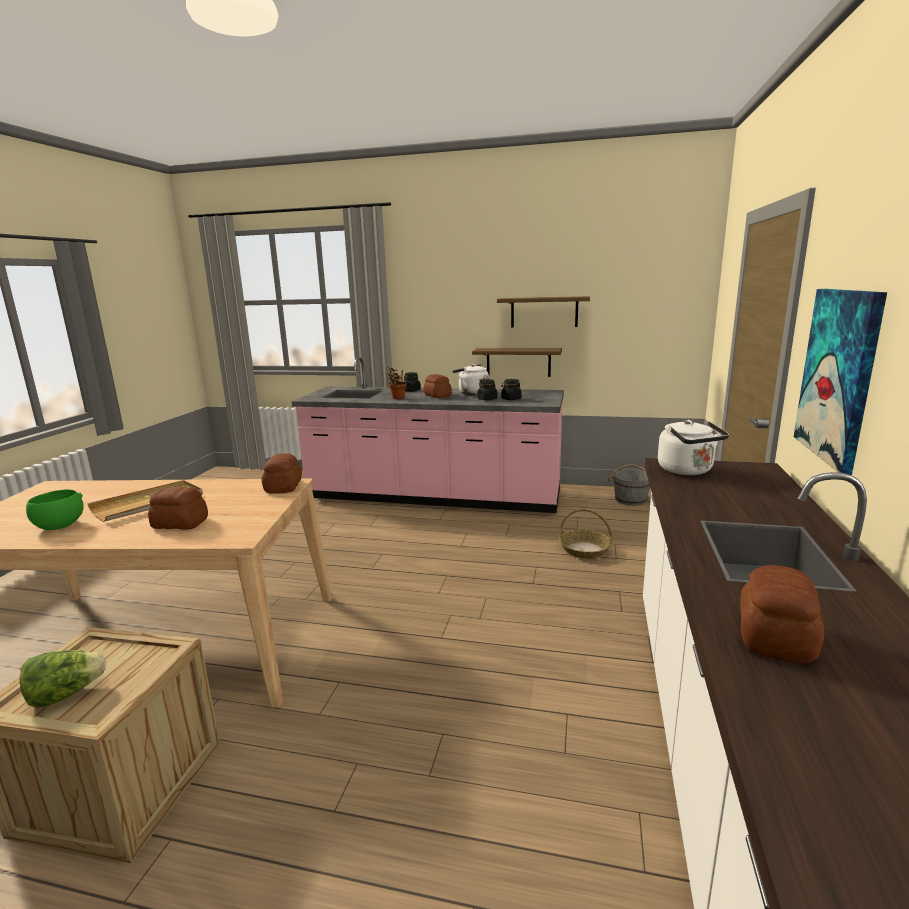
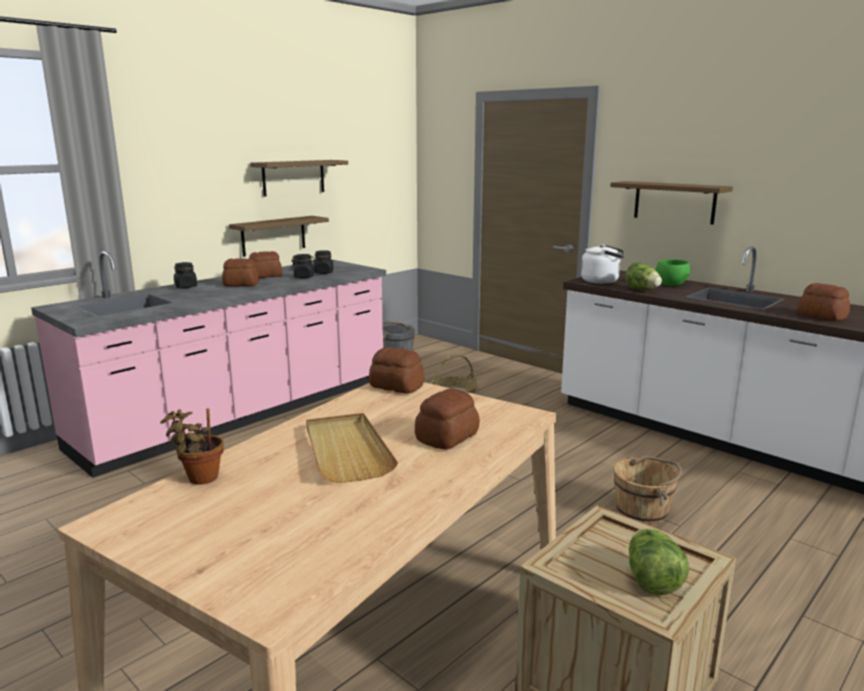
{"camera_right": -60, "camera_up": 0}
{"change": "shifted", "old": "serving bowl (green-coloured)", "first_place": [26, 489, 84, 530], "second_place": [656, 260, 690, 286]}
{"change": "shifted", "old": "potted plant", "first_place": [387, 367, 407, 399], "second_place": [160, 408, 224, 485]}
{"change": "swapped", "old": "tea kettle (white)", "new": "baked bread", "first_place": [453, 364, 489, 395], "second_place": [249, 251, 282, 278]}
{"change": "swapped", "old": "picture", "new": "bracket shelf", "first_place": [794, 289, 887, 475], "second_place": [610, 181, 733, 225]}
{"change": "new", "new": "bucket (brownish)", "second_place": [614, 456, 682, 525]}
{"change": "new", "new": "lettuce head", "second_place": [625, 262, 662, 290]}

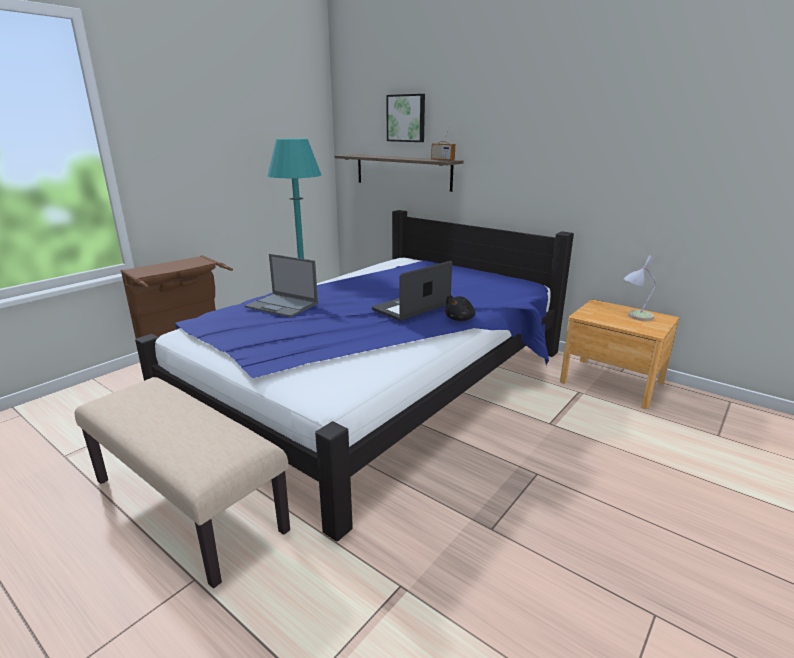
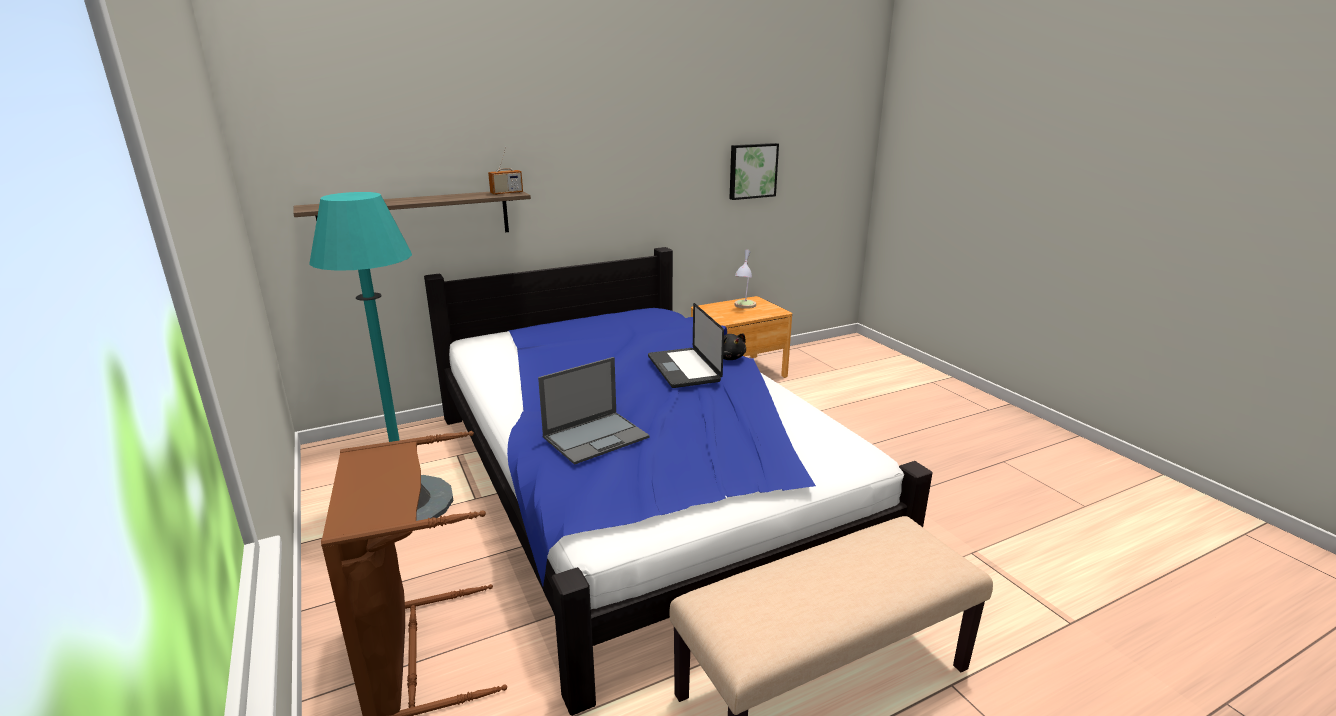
{"camera_right": -65, "camera_up": 0}
{"change": "shifted", "old": "picture", "first_place": [386, 94, 425, 142], "second_place": [729, 143, 779, 200]}

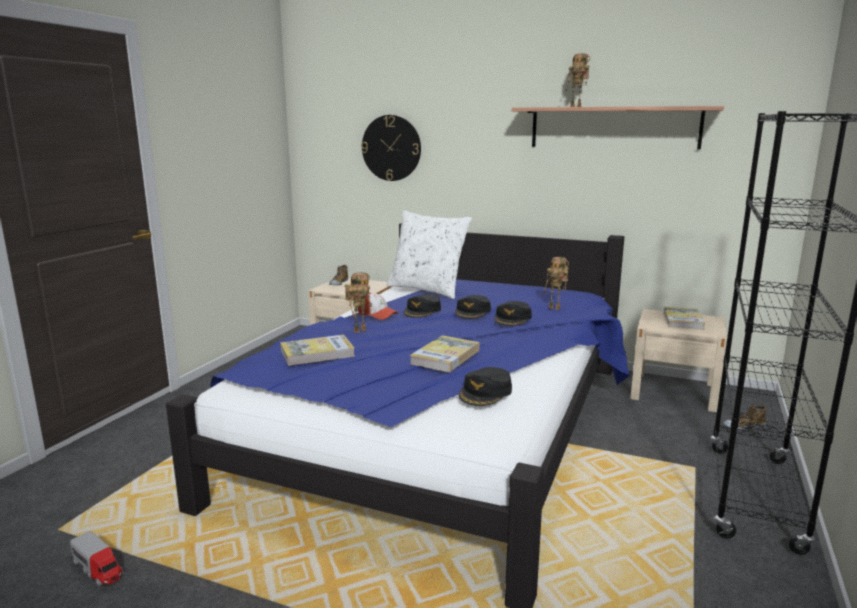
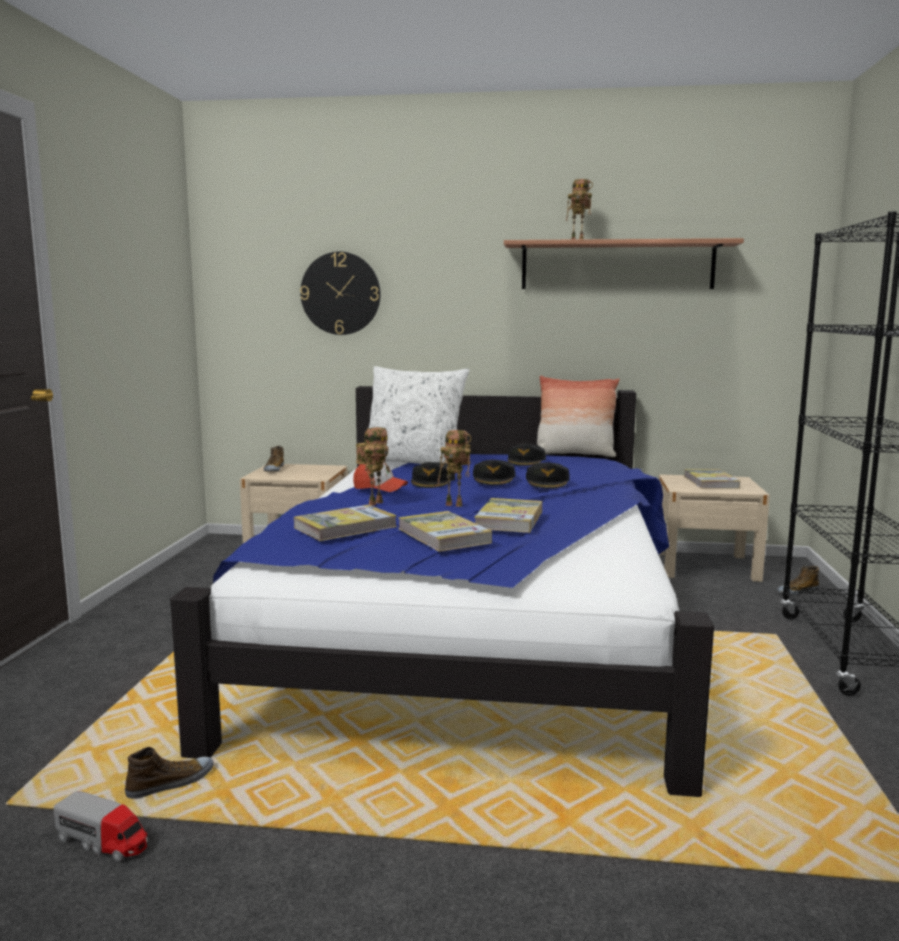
{"camera_right": -15, "camera_up": -5}
{"change": "shifted", "old": "cap (black)", "first_place": [459, 367, 512, 406], "second_place": [507, 444, 546, 466]}
{"change": "shifted", "old": "toy robot", "first_place": [544, 257, 569, 310], "second_place": [438, 430, 471, 507]}
{"change": "new", "new": "shoe", "second_place": [125, 747, 214, 799]}
{"change": "new", "new": "volume", "second_place": [398, 511, 492, 552]}
{"change": "new", "new": "throw pillow", "second_place": [537, 376, 620, 457]}

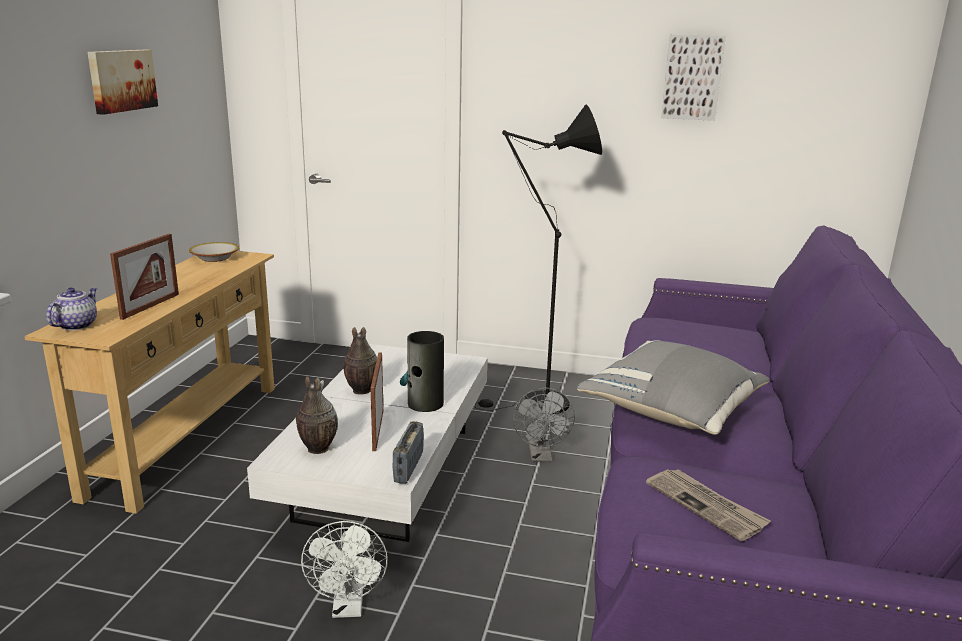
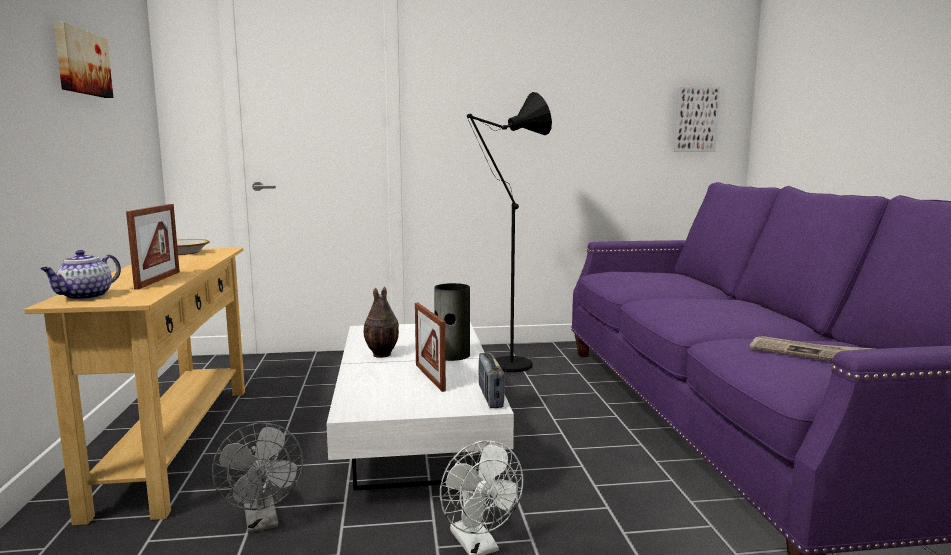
{"camera_right": -20, "camera_up": -10}
{"change": "rotated", "old": "teapot", "first_place": [46, 288, 97, 331], "second_place": [41, 250, 121, 300], "degrees": -150}
{"change": "gone", "old": "decorative vase", "first_place": [296, 376, 338, 454]}
{"change": "shifted", "old": "fan (greyish)", "first_place": [513, 387, 575, 461], "second_place": [212, 423, 303, 533]}
{"change": "gone", "old": "throw pillow (greyish)", "first_place": [577, 340, 770, 435]}
{"change": "shifted", "old": "picture", "first_place": [661, 34, 726, 121], "second_place": [674, 87, 720, 151]}

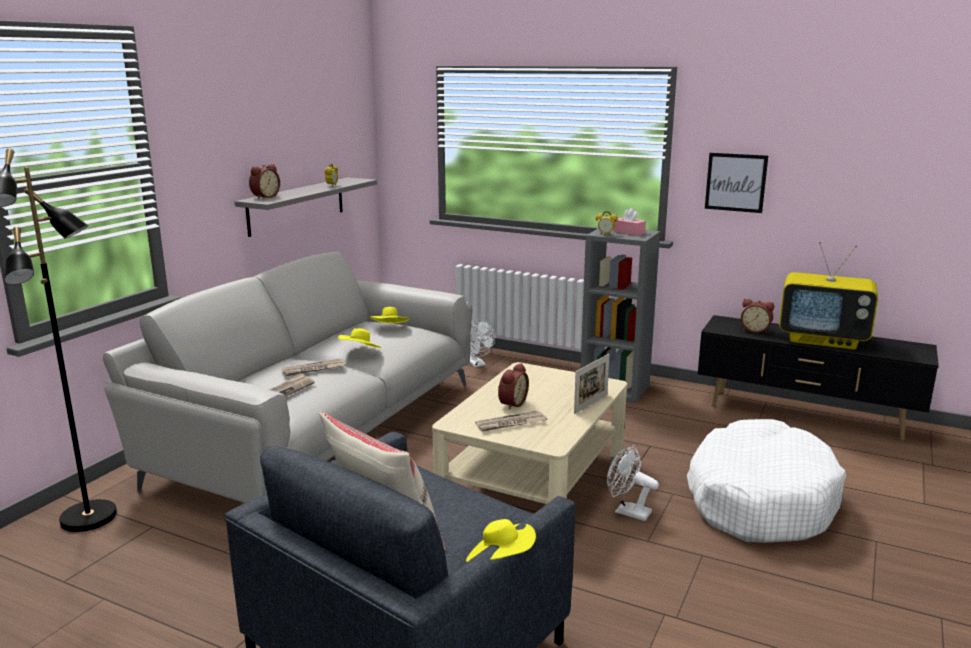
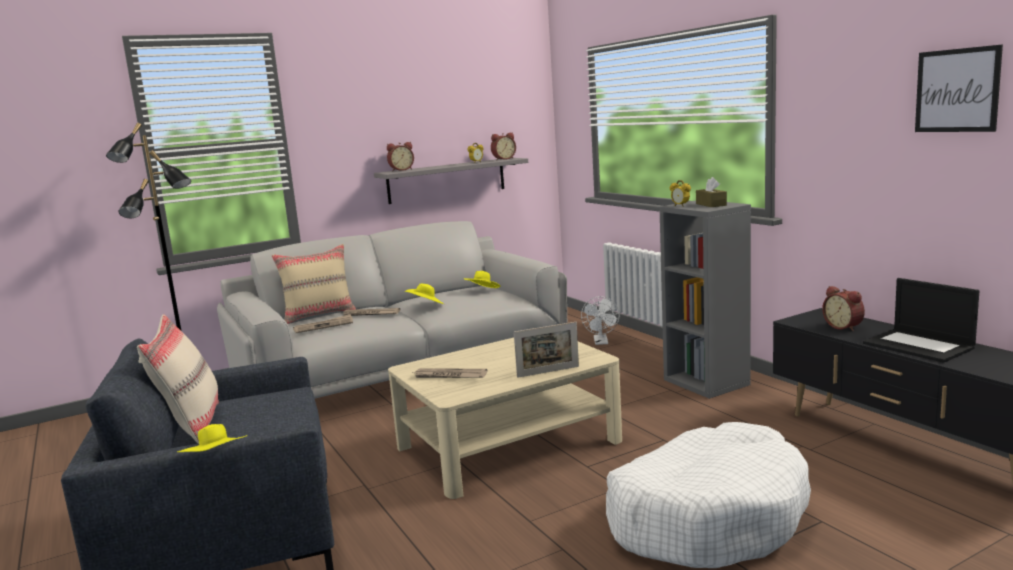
{"camera_right": 35, "camera_up": -5}
{"change": "shifted", "old": "table clock", "first_place": [498, 363, 529, 410], "second_place": [491, 133, 516, 160]}
{"change": "gone", "old": "fan (white)", "first_place": [607, 446, 659, 521]}
{"change": "repainted", "old": "tissue holder (pink-coloured)", "new": "tissue holder (brownish)", "first_place": [613, 208, 646, 236], "second_place": [696, 177, 727, 207]}
{"change": "shifted", "old": "picture", "first_place": [705, 153, 768, 213], "second_place": [915, 45, 1003, 132]}
{"change": "swapped", "old": "television", "new": "laptop", "first_place": [779, 242, 878, 350], "second_place": [863, 278, 980, 363]}
{"change": "new", "new": "throw pillow (beige-coloured)", "second_place": [272, 244, 356, 324]}

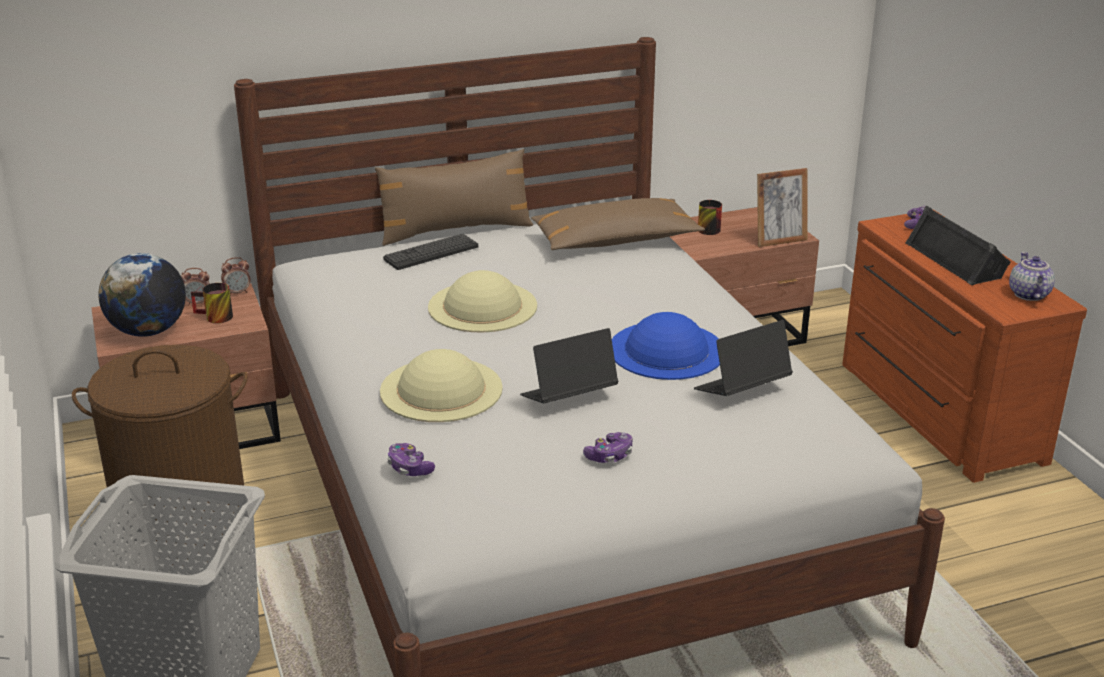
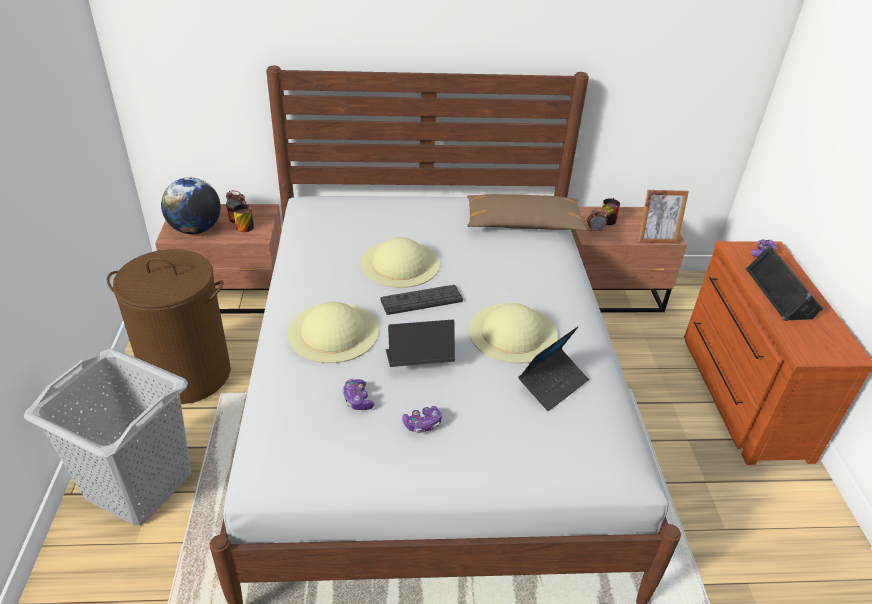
{"camera_right": 15, "camera_up": 10}
{"change": "shifted", "old": "table clock", "first_place": [221, 257, 251, 295], "second_place": [587, 208, 609, 232]}
{"change": "gone", "old": "throw pillow (brownish)", "first_place": [375, 149, 533, 246]}
{"change": "shifted", "old": "computer keyboard", "first_place": [383, 233, 478, 270], "second_place": [381, 285, 463, 315]}
{"change": "shifted", "old": "gamepad", "first_place": [387, 443, 435, 476], "second_place": [342, 379, 375, 410]}
{"change": "repainted", "old": "clothing hat (blue-coloured)", "new": "clothing hat (beige-coloured)", "first_place": [612, 312, 720, 380], "second_place": [469, 303, 558, 364]}
{"change": "rotated", "old": "laptop", "first_place": [694, 320, 793, 396], "second_place": [518, 327, 589, 411], "degrees": 150}
{"change": "gone", "old": "teapot", "first_place": [1009, 252, 1055, 301]}

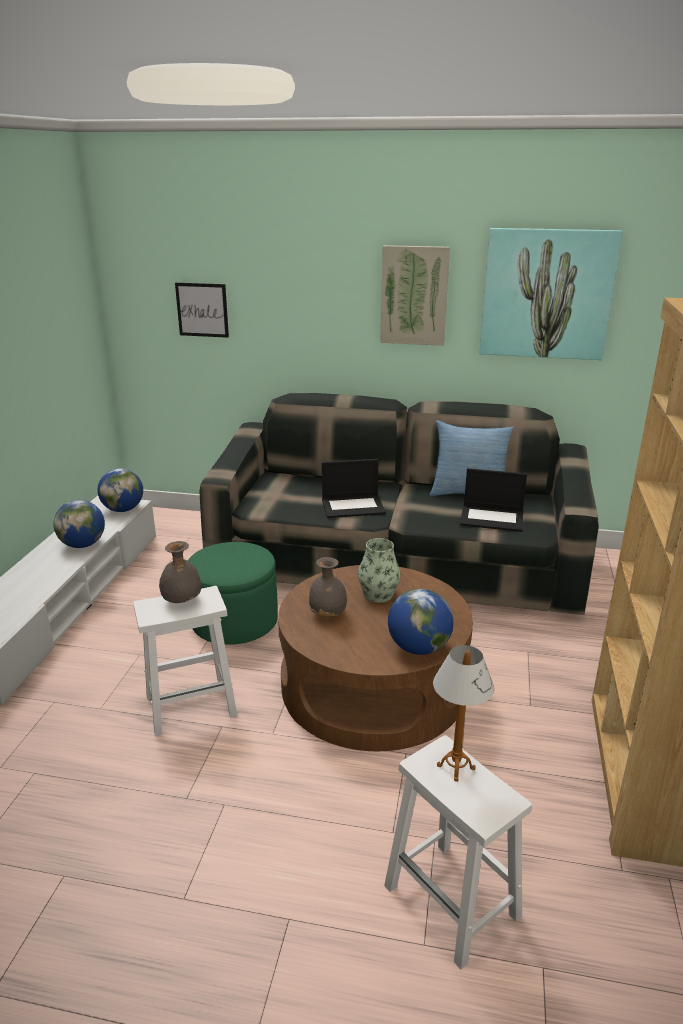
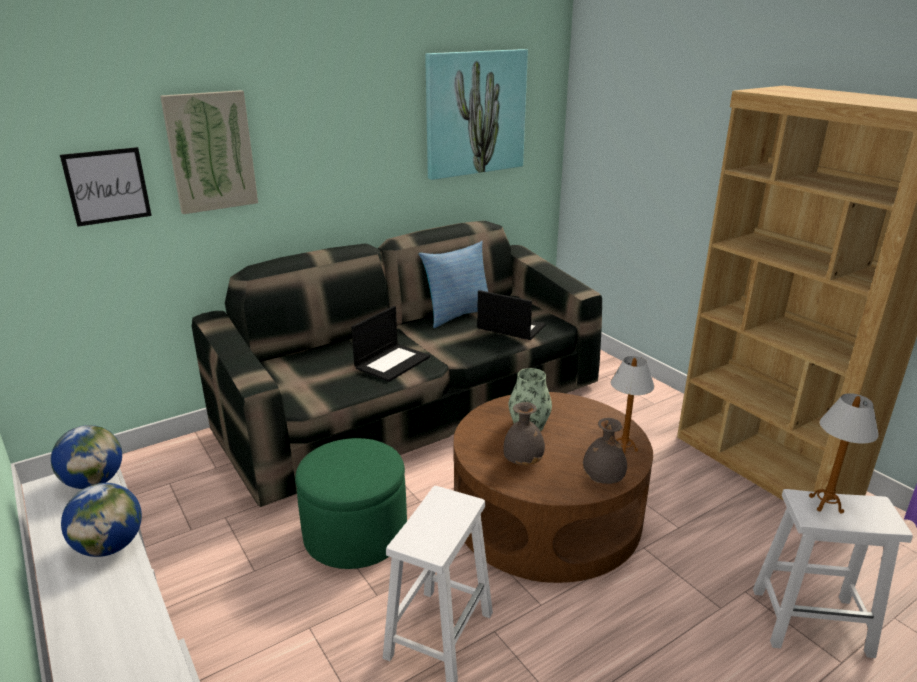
{"camera_right": -45, "camera_up": 0}
{"change": "shifted", "old": "decorative vase (greyish)", "first_place": [159, 541, 201, 603], "second_place": [583, 418, 627, 484]}
{"change": "shifted", "old": "picture", "first_place": [380, 245, 450, 346], "second_place": [160, 90, 258, 214]}
{"change": "swapped", "old": "world globe", "new": "tabletop lamp", "first_place": [388, 589, 454, 655], "second_place": [611, 356, 654, 454]}
{"change": "rotated", "old": "laptop", "first_place": [460, 468, 527, 532], "second_place": [477, 290, 546, 340], "degrees": -120}

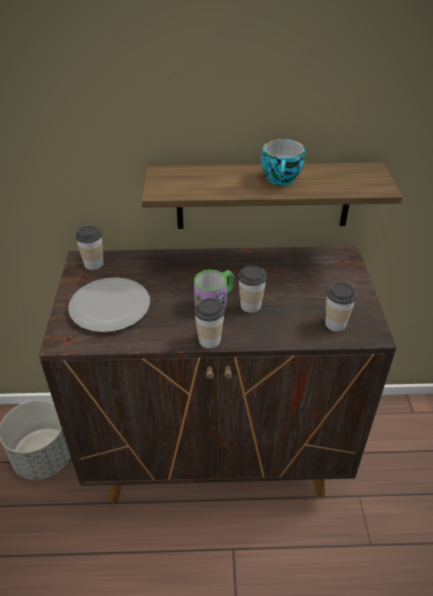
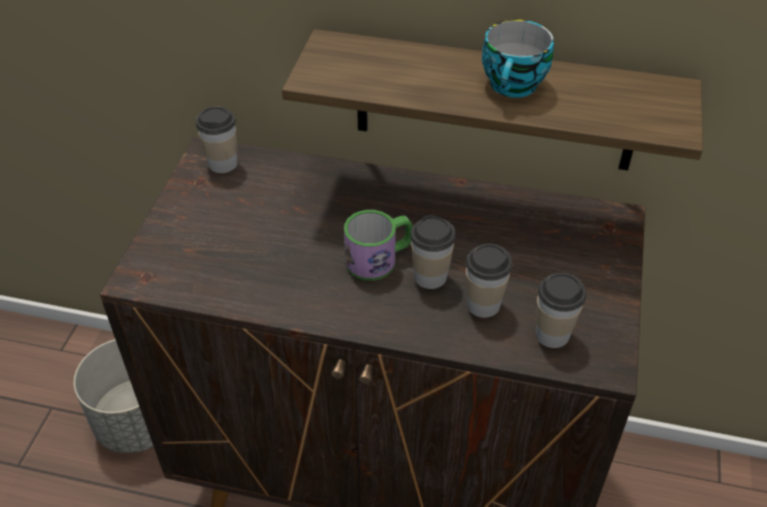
{"camera_right": 15, "camera_up": 5}
{"change": "gone", "old": "dinner plate", "first_place": [68, 277, 150, 332]}
{"change": "shifted", "old": "small cup", "first_place": [194, 298, 225, 348], "second_place": [466, 244, 512, 318]}

